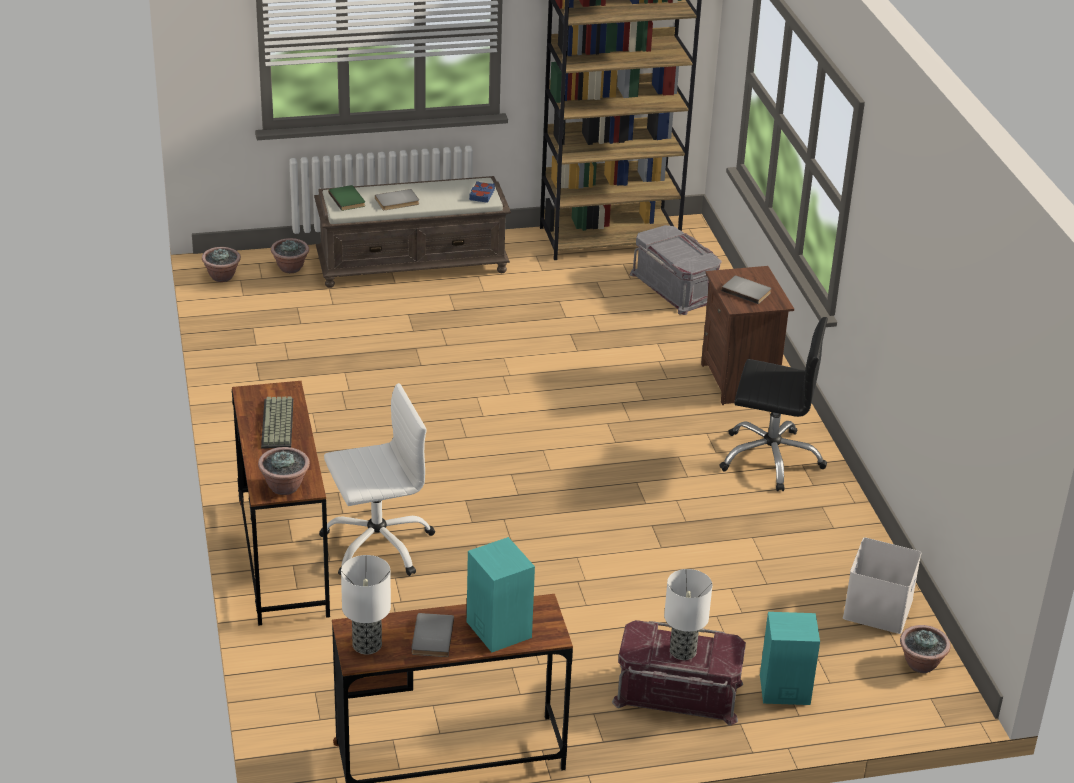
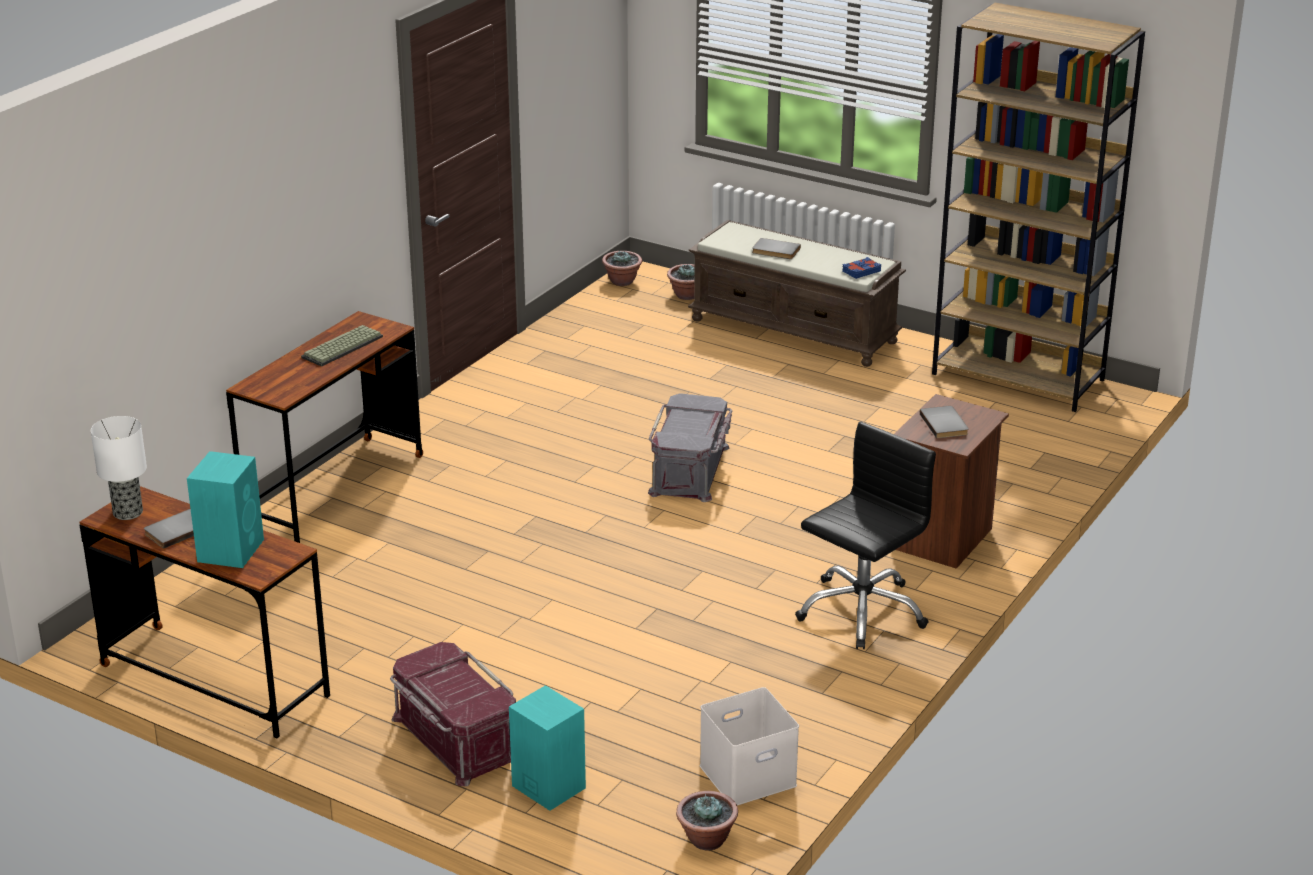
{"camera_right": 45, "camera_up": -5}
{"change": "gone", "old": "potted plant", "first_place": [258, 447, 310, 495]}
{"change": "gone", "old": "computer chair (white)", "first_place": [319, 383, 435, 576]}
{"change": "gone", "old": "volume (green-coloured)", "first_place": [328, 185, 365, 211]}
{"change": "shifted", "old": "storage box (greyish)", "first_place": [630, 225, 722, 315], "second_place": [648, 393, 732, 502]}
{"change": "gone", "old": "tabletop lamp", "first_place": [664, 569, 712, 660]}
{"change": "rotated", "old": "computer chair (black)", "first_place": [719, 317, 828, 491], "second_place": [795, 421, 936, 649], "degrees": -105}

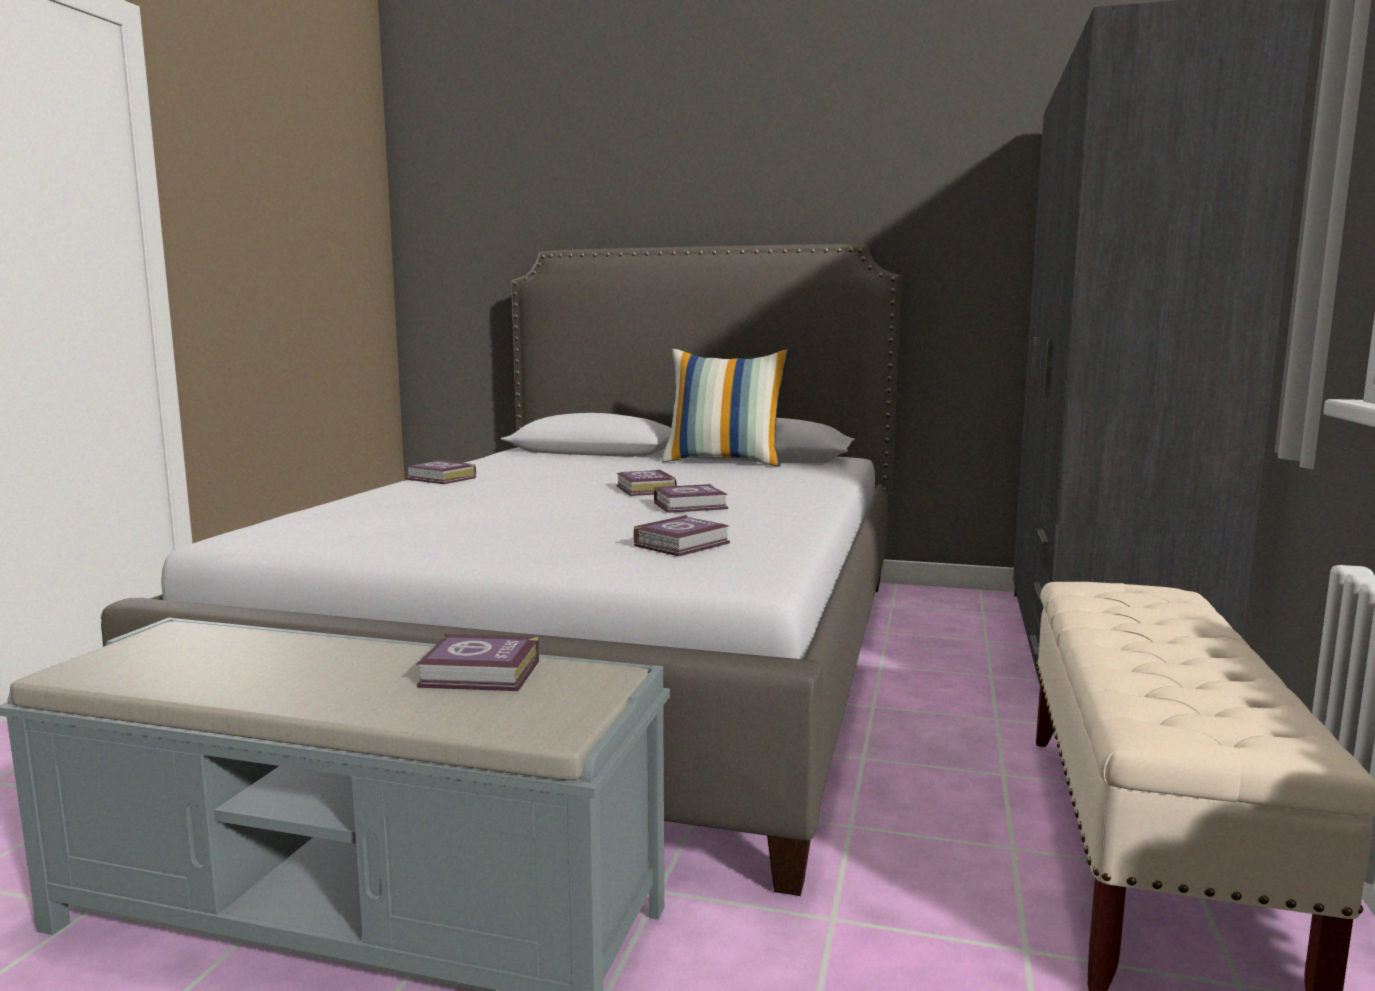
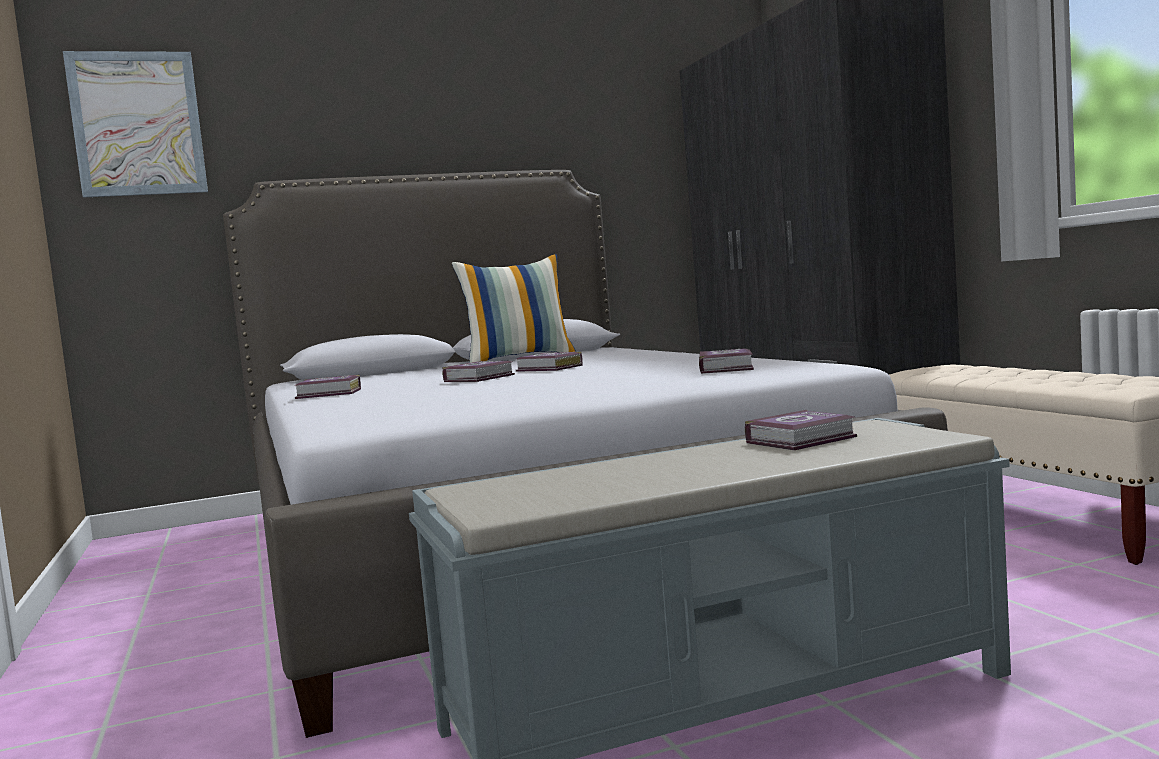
{"camera_right": -35, "camera_up": -5}
{"change": "shifted", "old": "volume", "first_place": [654, 484, 728, 513], "second_place": [442, 361, 515, 382]}
{"change": "new", "new": "picture", "second_place": [63, 51, 208, 197]}

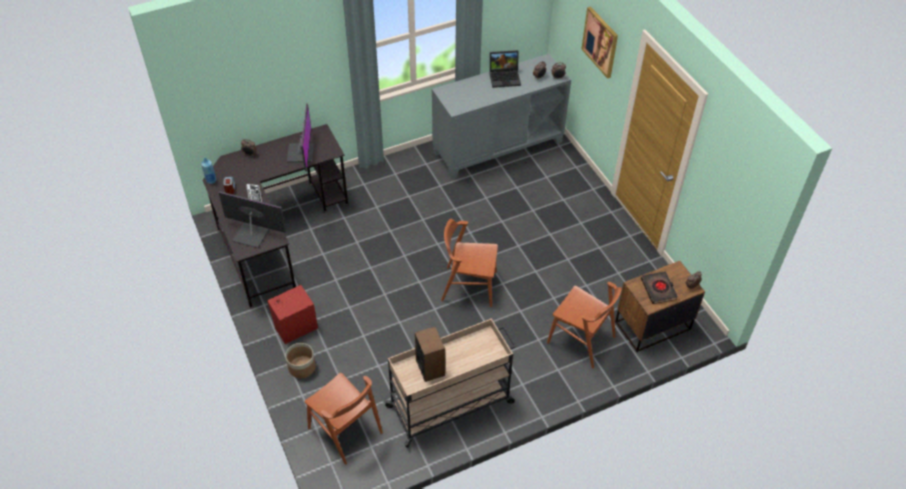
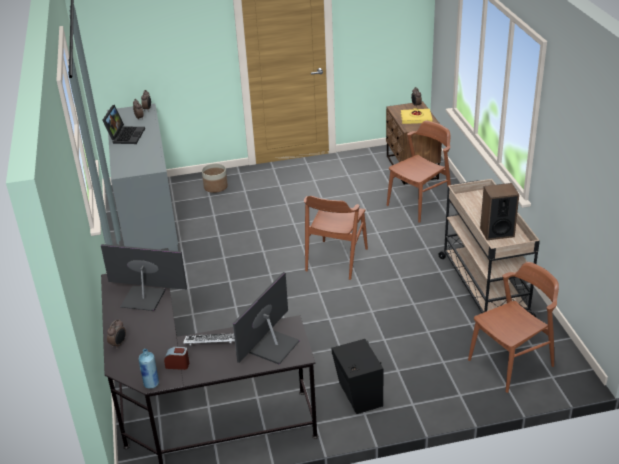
{"camera_right": -75, "camera_up": -15}
{"change": "repainted", "old": "audio speaker (reddish)", "new": "audio speaker (black)", "first_place": [267, 285, 318, 344], "second_place": [332, 339, 384, 414]}
{"change": "shifted", "old": "flower pot", "first_place": [285, 343, 316, 378], "second_place": [202, 163, 228, 193]}
{"change": "gone", "old": "picture", "first_place": [582, 7, 618, 79]}
{"change": "repainted", "old": "volume (black)", "new": "volume (yellow)", "first_place": [641, 271, 678, 304], "second_place": [401, 108, 432, 124]}

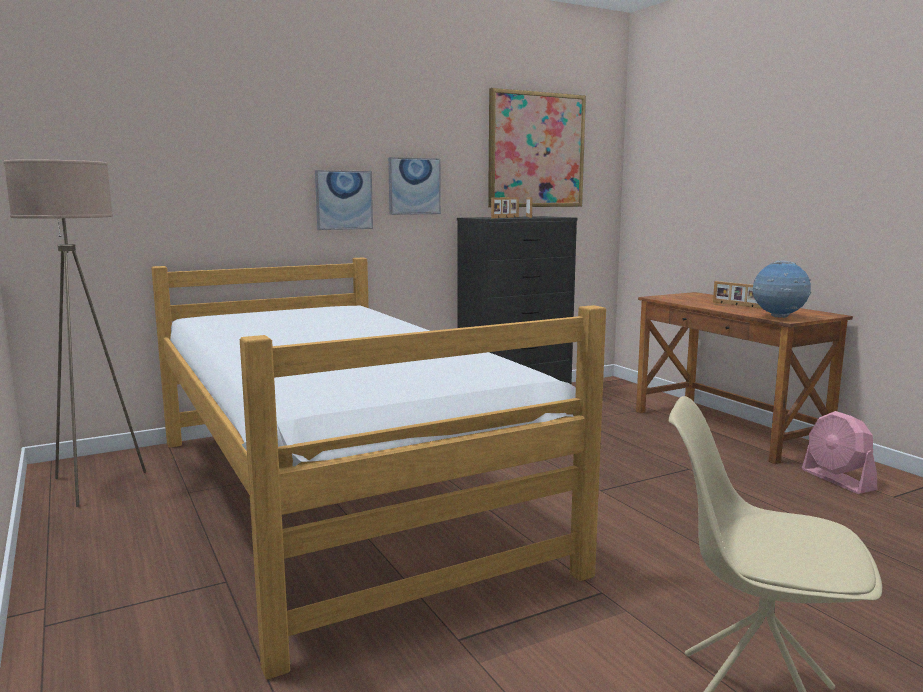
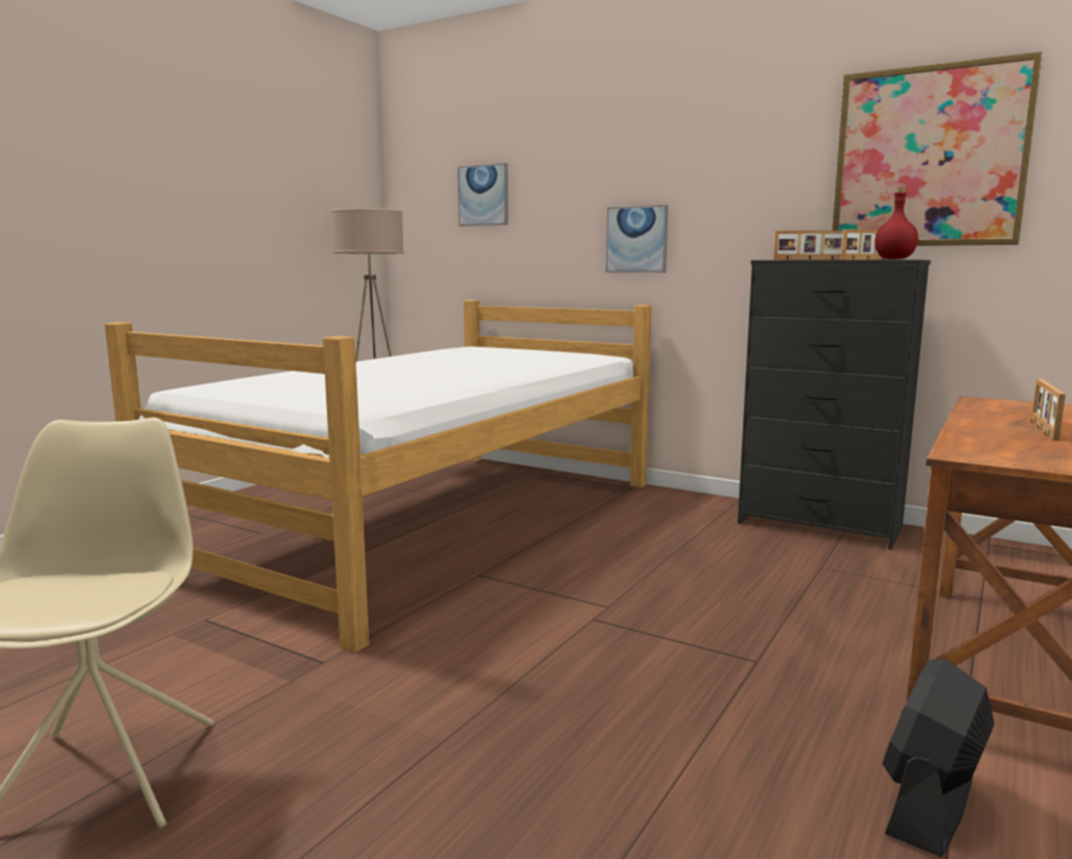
{"camera_right": 60, "camera_up": 0}
{"change": "shifted", "old": "picture", "first_place": [388, 157, 441, 215], "second_place": [458, 163, 508, 226]}
{"change": "gone", "old": "world globe", "first_place": [752, 260, 811, 318]}
{"change": "repainted", "old": "fan (pink-coloured)", "new": "fan (black)", "first_place": [802, 411, 878, 494], "second_place": [882, 659, 994, 858]}
{"change": "new", "new": "drink bottle (reddish)", "second_place": [875, 187, 918, 259]}

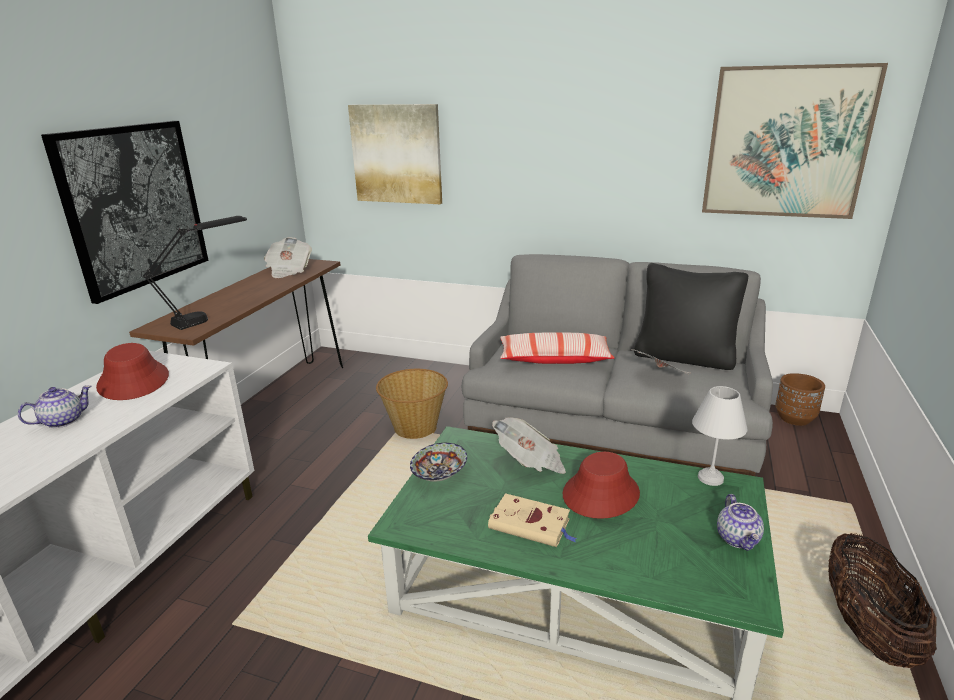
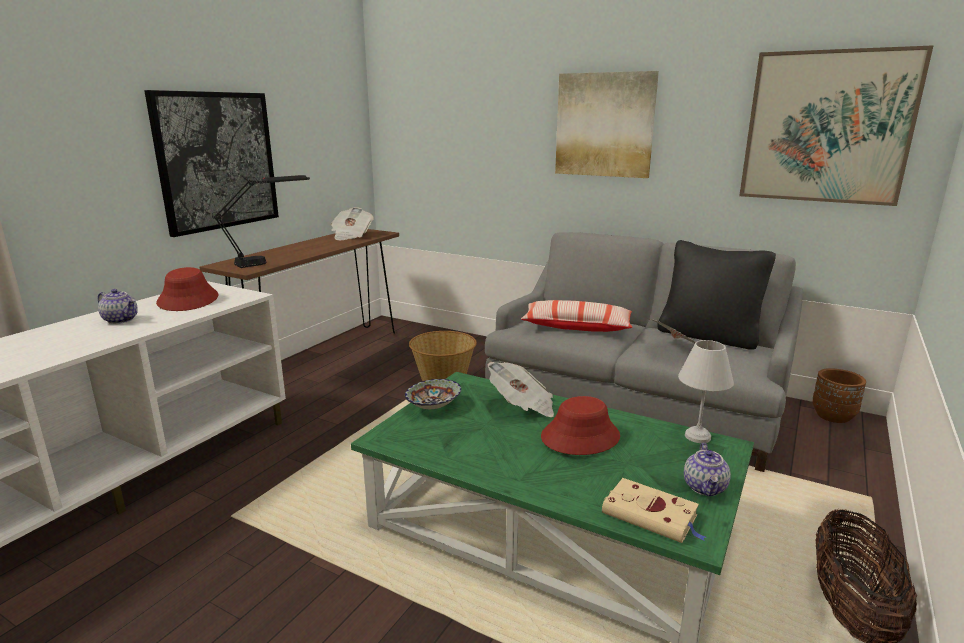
{"camera_right": 10, "camera_up": -5}
{"change": "rotated", "old": "teapot", "first_place": [18, 385, 91, 428], "second_place": [98, 289, 138, 324], "degrees": 60}
{"change": "shifted", "old": "picture", "first_place": [348, 104, 442, 204], "second_place": [555, 71, 659, 178]}
{"change": "shifted", "old": "volume (beige-coloured)", "first_place": [488, 493, 577, 547], "second_place": [602, 478, 706, 543]}

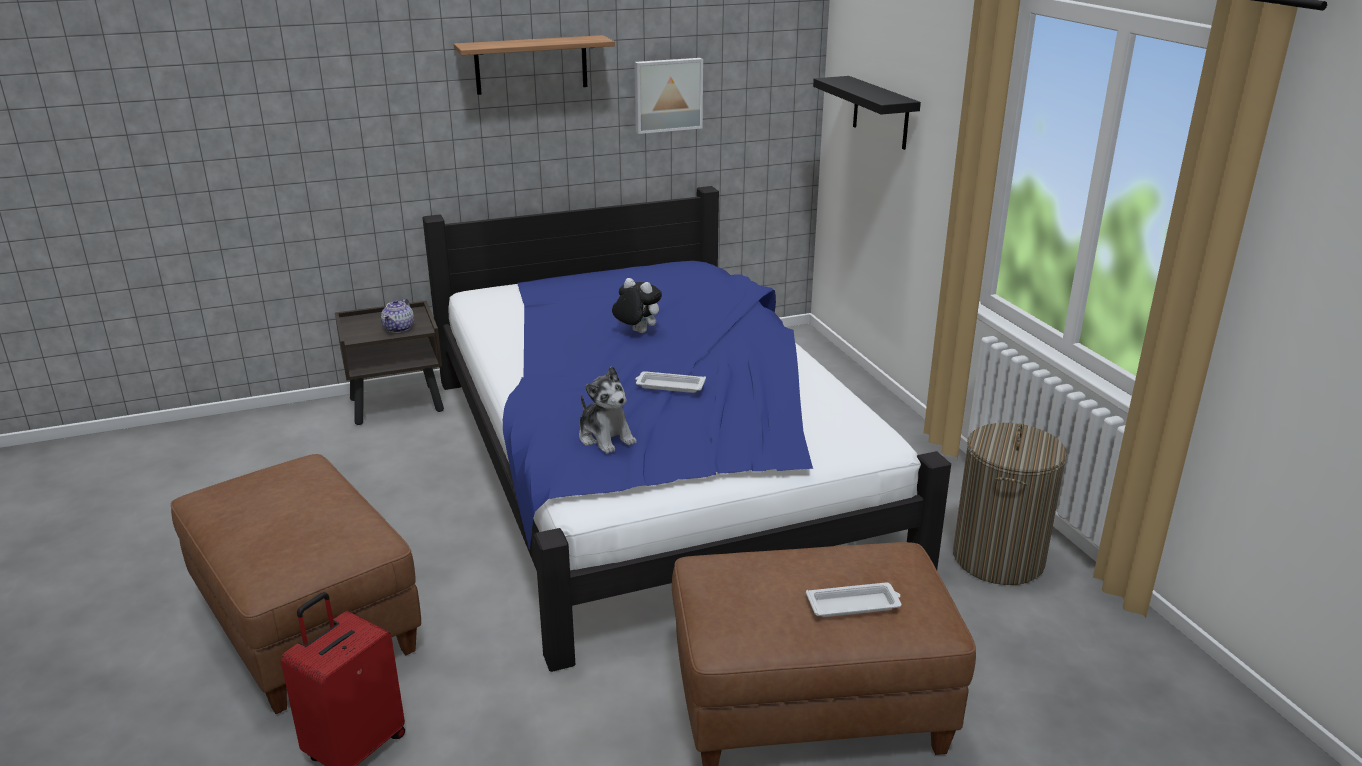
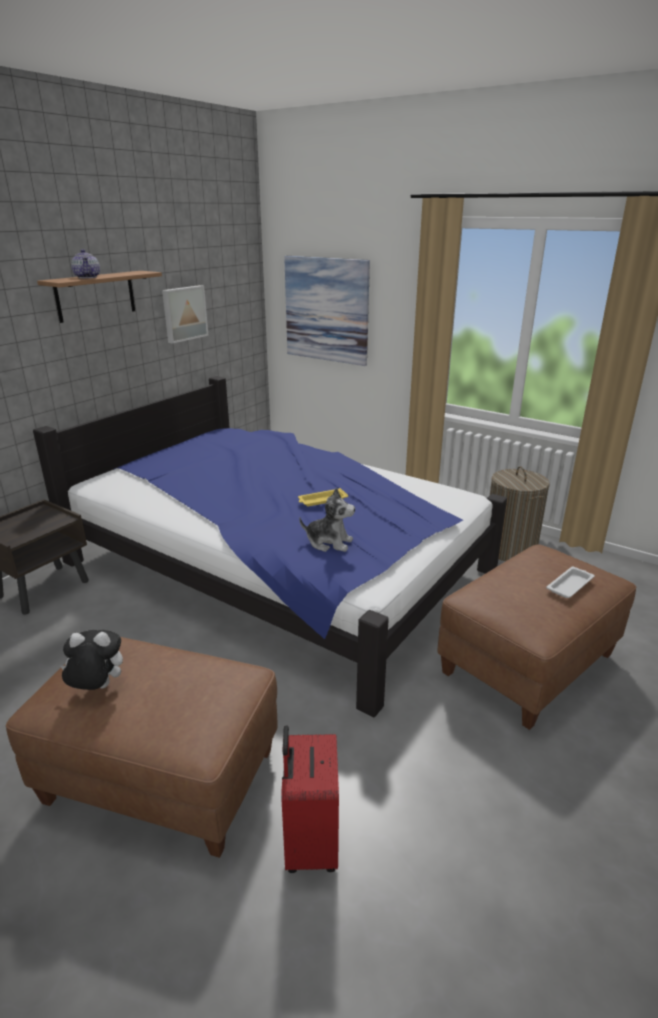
{"camera_right": -35, "camera_up": 0}
{"change": "shifted", "old": "teapot", "first_place": [381, 298, 414, 333], "second_place": [71, 249, 100, 278]}
{"change": "shifted", "old": "soft toy", "first_place": [612, 278, 662, 333], "second_place": [60, 630, 123, 690]}
{"change": "repainted", "old": "carrying tray (white)", "new": "carrying tray (yellow)", "first_place": [635, 371, 706, 393], "second_place": [298, 488, 348, 506]}
{"change": "swapped", "old": "bracket shelf (black)", "new": "picture", "first_place": [813, 76, 921, 150], "second_place": [284, 256, 370, 366]}

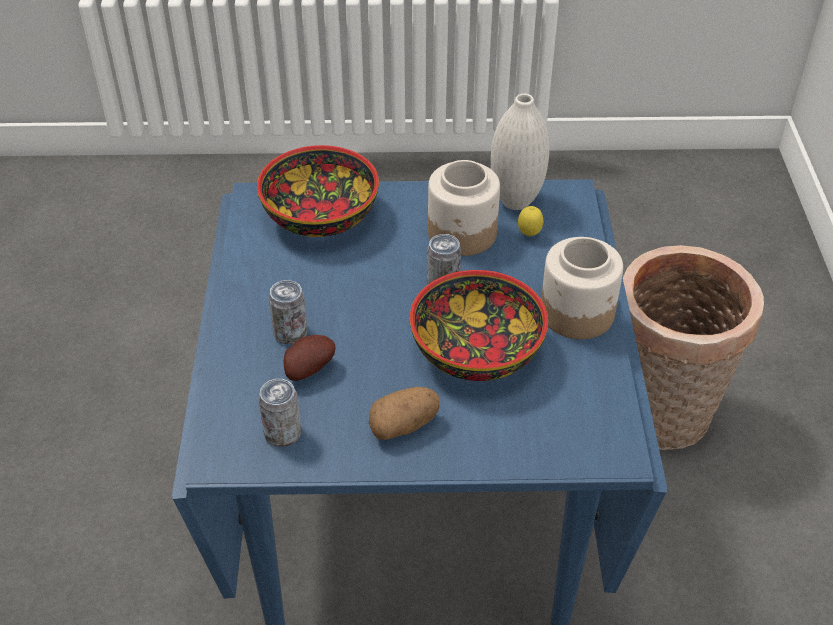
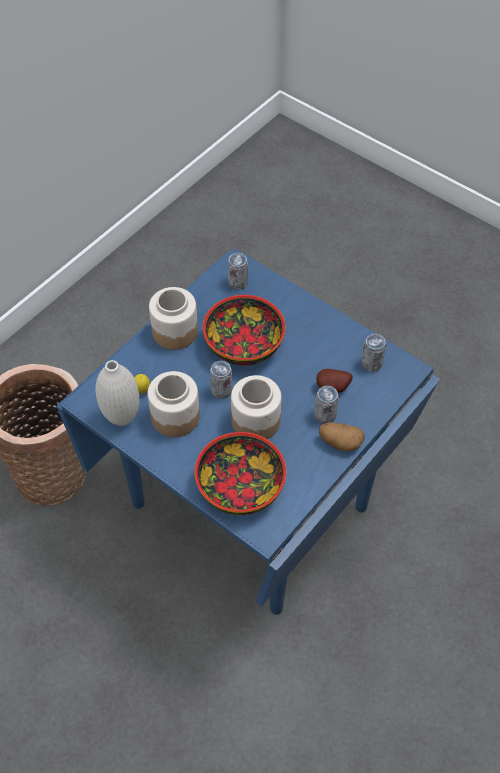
{"camera_right": -140, "camera_up": 10}
{"change": "shifted", "old": "whole potato", "first_place": [369, 387, 439, 440], "second_place": [319, 422, 365, 451]}
{"change": "new", "new": "sealed can", "second_place": [228, 253, 248, 290]}
{"change": "new", "new": "jar", "second_place": [231, 375, 282, 439]}

